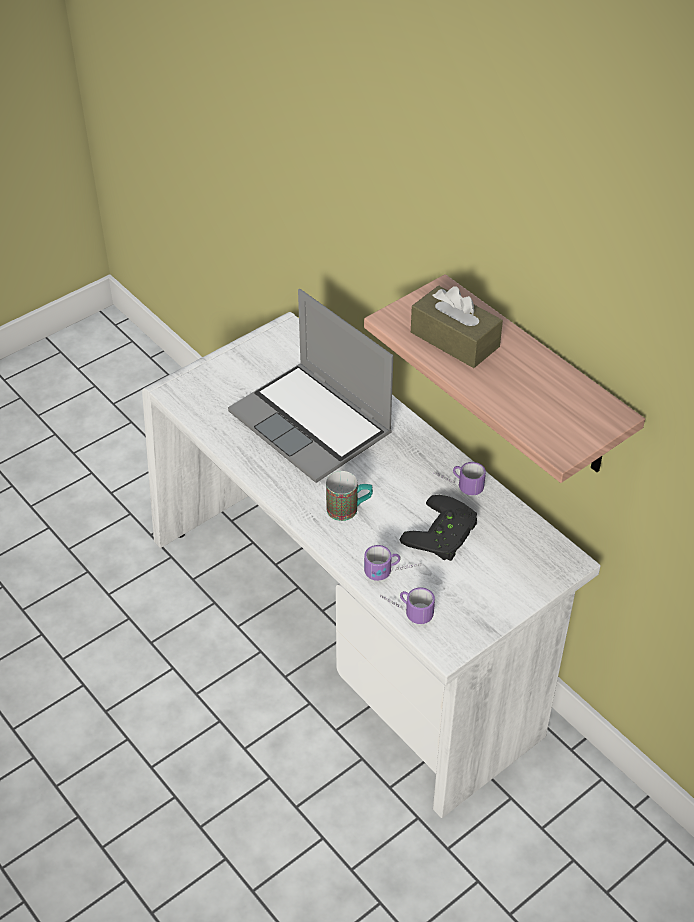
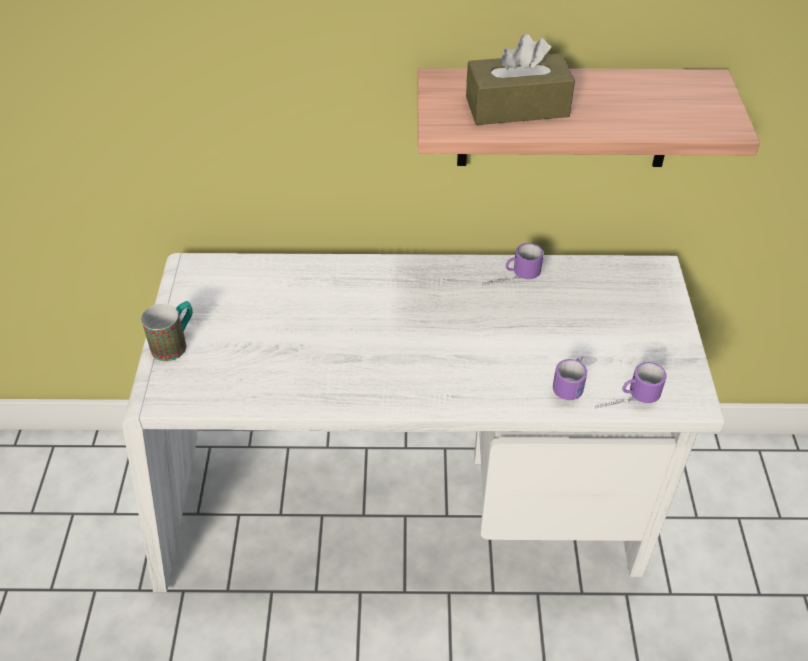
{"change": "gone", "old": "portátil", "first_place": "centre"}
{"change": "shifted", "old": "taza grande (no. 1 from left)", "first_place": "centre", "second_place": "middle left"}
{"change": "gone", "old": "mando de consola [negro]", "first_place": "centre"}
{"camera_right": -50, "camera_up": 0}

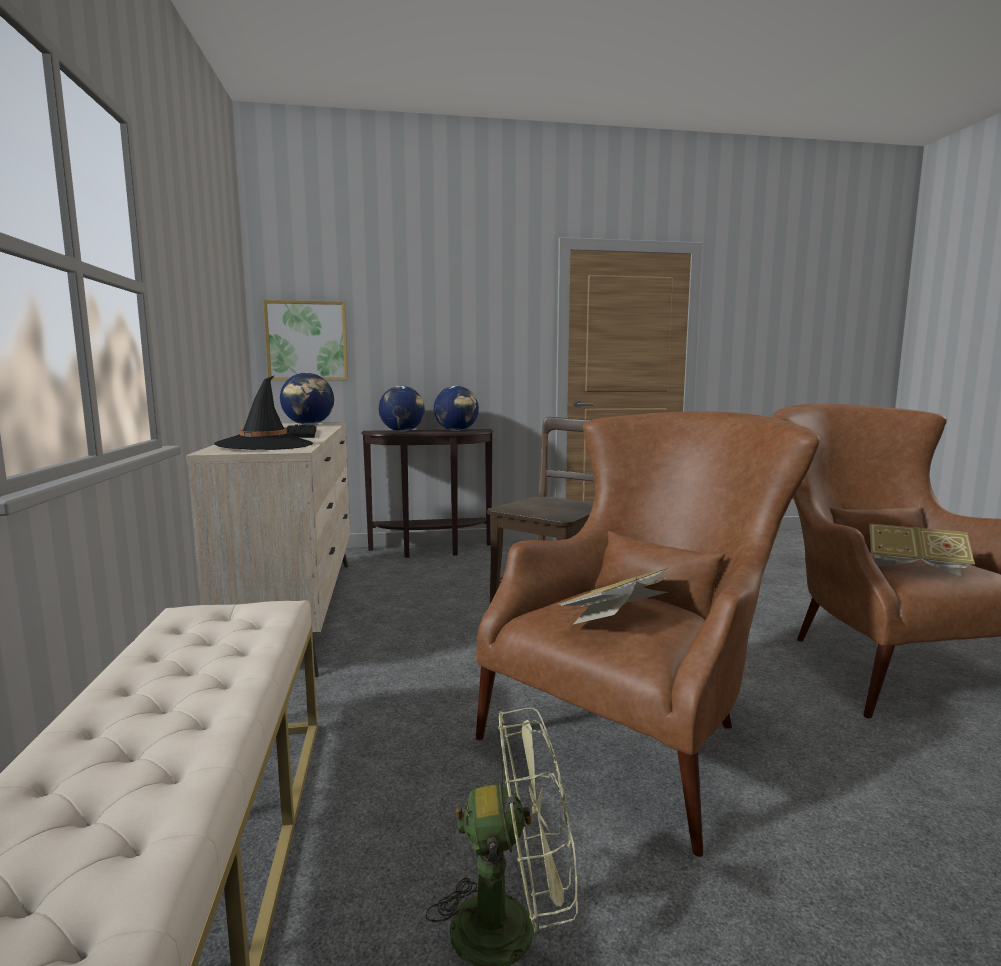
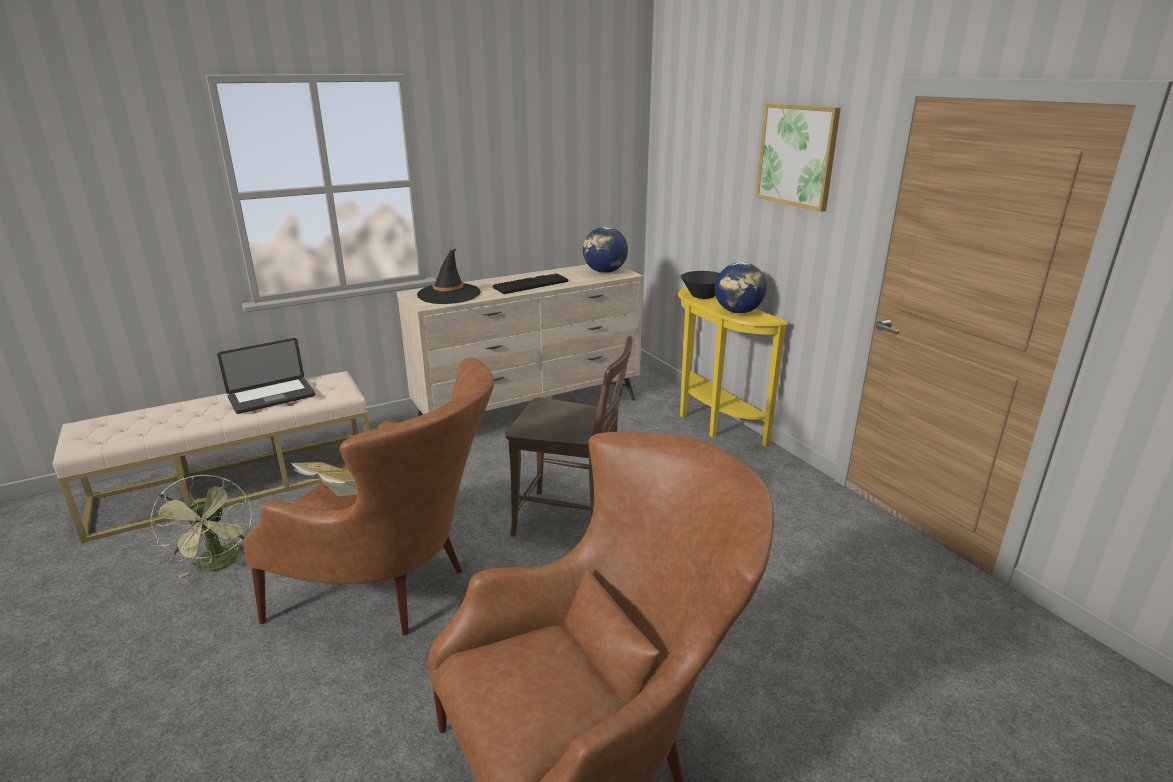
{"change": "shifted", "old": "cuadro", "first_place": "middle left", "second_place": "top right"}
{"change": "swapped", "old": "globo terráqueo (no. 2 from left)", "new": "cuenco [negro]", "first_place": "centre", "second_place": "centre"}
{"change": "repainted", "old": "mesa consola [marrón]", "new": "mesa consola [amarillo]", "first_place": "centre", "second_place": "centre"}
{"change": "gone", "old": "libro (no. 2 from left)", "first_place": "middle right"}
{"change": "new", "new": "portátil", "second_place": "middle left"}
{"camera_right": 70, "camera_up": 15}

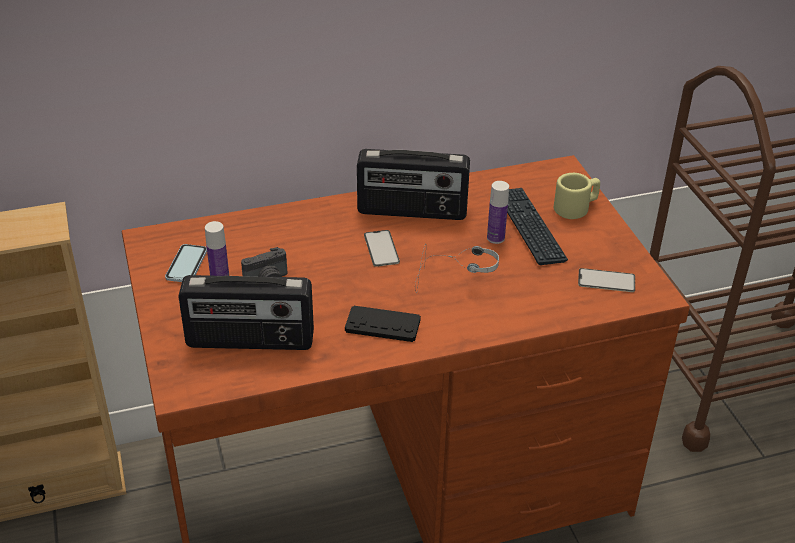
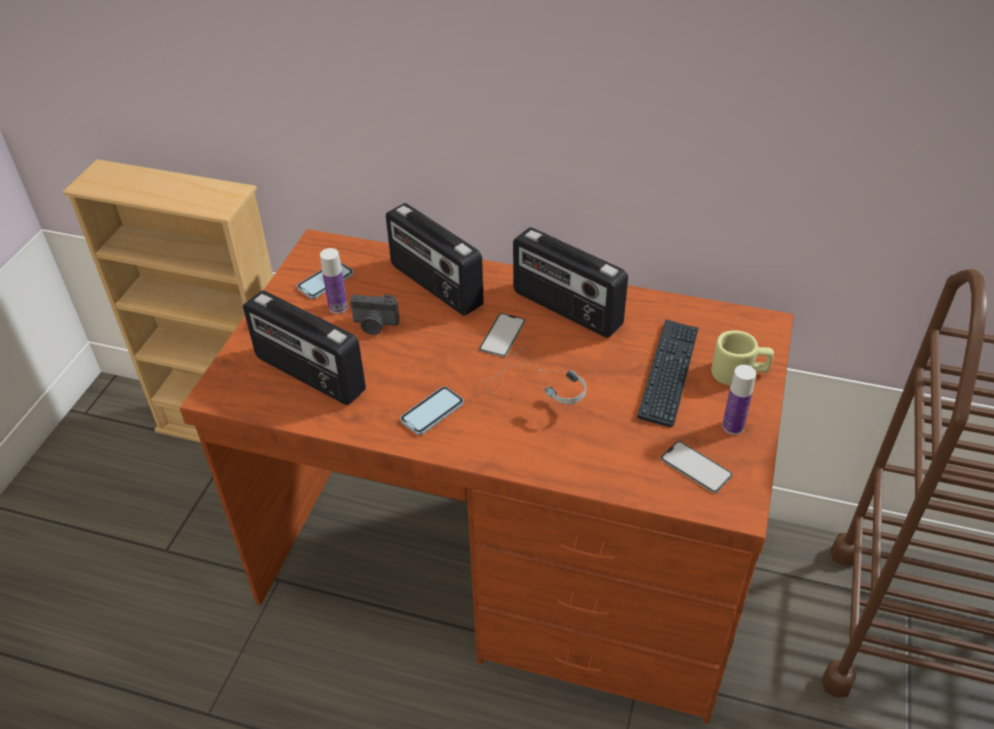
{"change": "shifted", "old": "botella (no. 2 from left)", "first_place": "centre", "second_place": "middle right"}
{"change": "swapped", "old": "mando de consola [negro]", "new": "móvil (no. 2 from left)", "first_place": "centre", "second_place": "centre"}
{"change": "new", "new": "radio (no. 2 from left)", "second_place": "centre"}
{"camera_right": 35, "camera_up": 5}

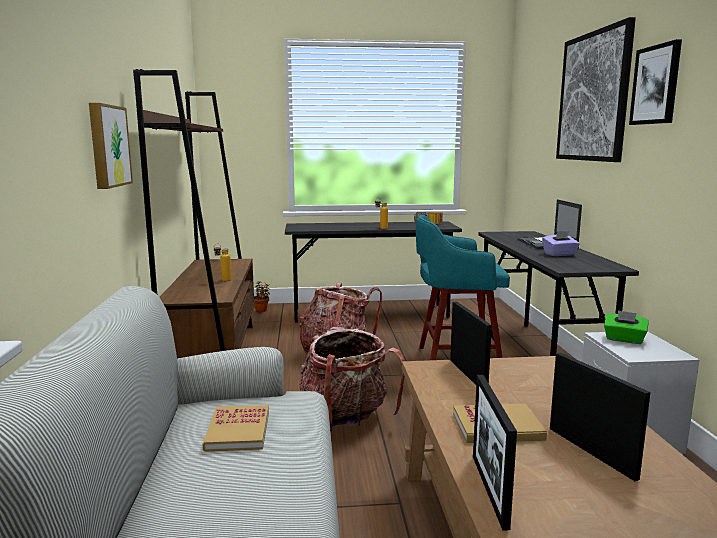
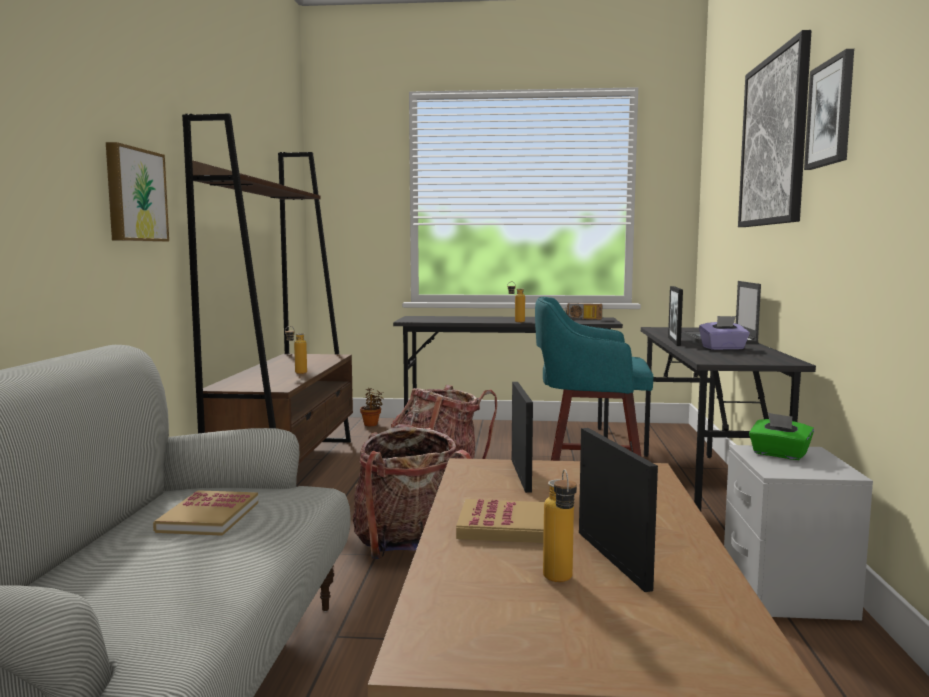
{"change": "shifted", "old": "portarretratos (no. 2 from left in the first image)", "new": "portarretratos (no. 3 from left)", "first_place": "bottom right", "second_place": "middle right"}
{"change": "new", "new": "botella (no. 3 from left)", "second_place": "bottom centre"}
{"camera_right": 10, "camera_up": -5}

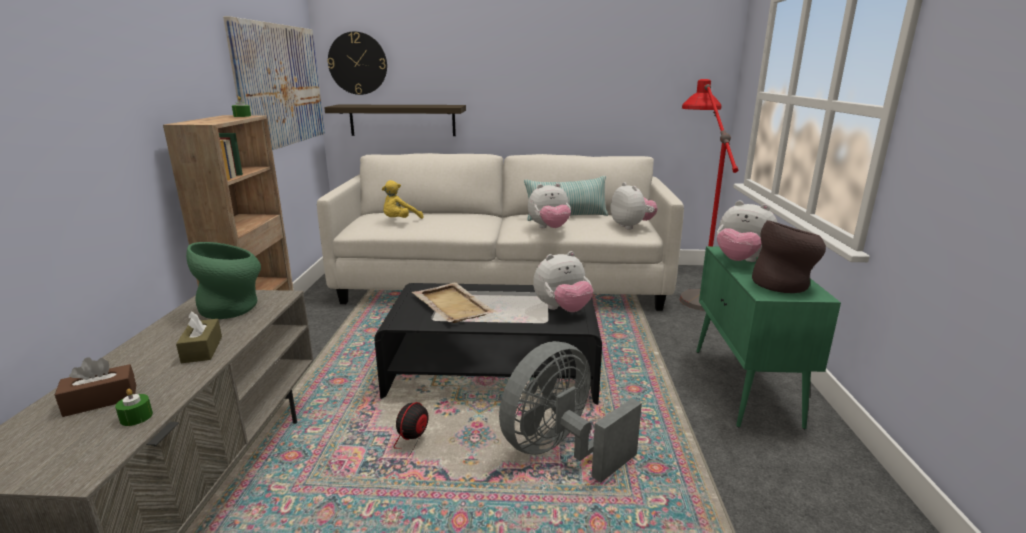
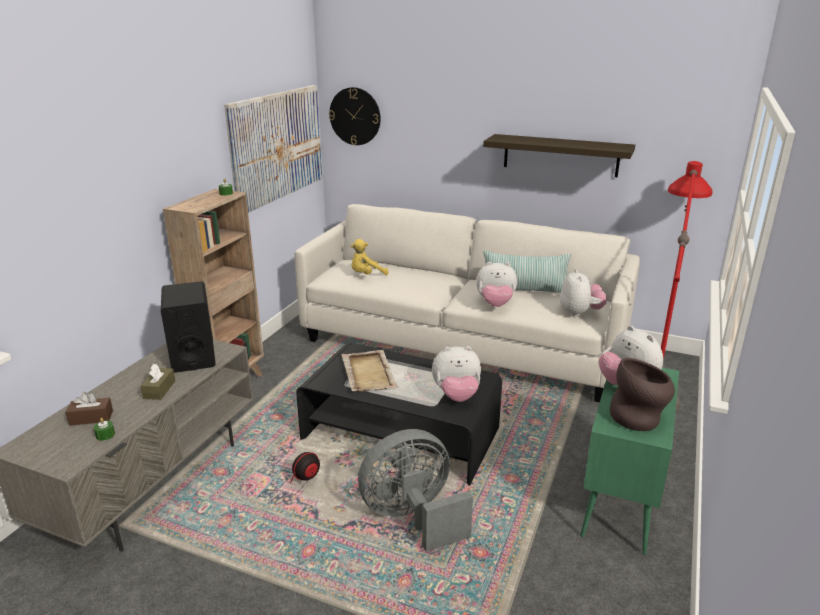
{"change": "shifted", "old": "estante", "first_place": "top centre", "second_place": "top right"}
{"change": "swapped", "old": "florero [verde]", "new": "altavoz [negro]", "first_place": "middle left", "second_place": "middle left"}
{"camera_right": 20, "camera_up": 5}

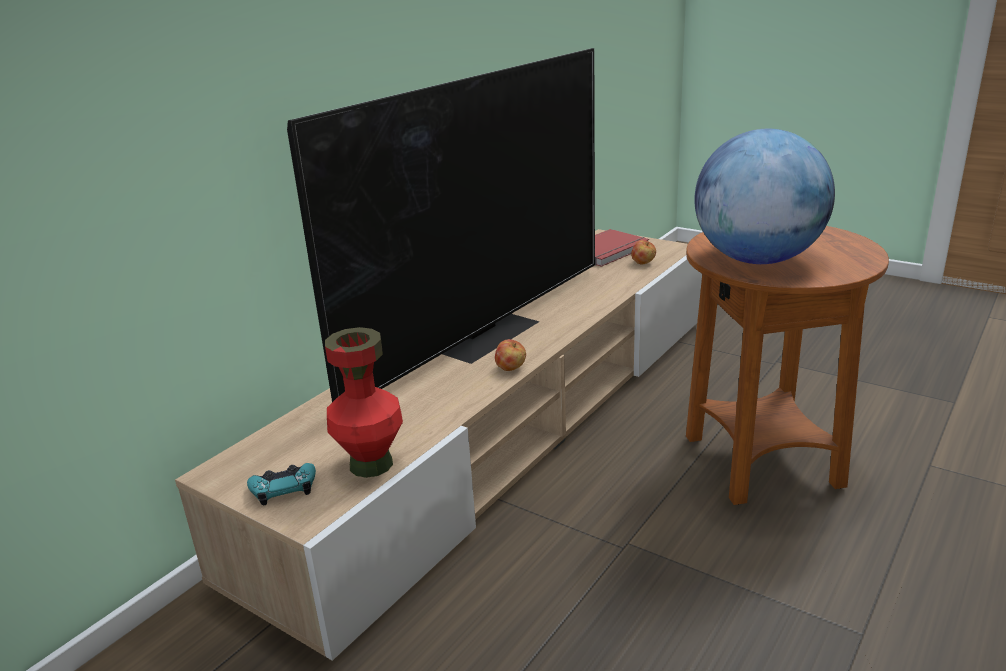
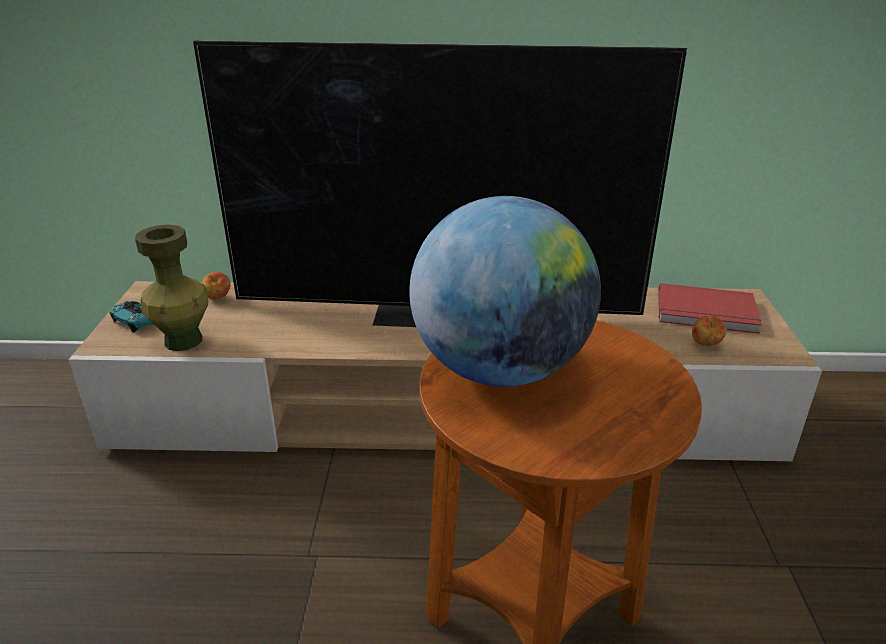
{"change": "repainted", "old": "florero [rojo]", "new": "florero [verde]", "first_place": "centre", "second_place": "middle left"}
{"change": "shifted", "old": "manzana (no. 1 from left)", "first_place": "centre", "second_place": "middle left"}
{"camera_right": 55, "camera_up": 5}

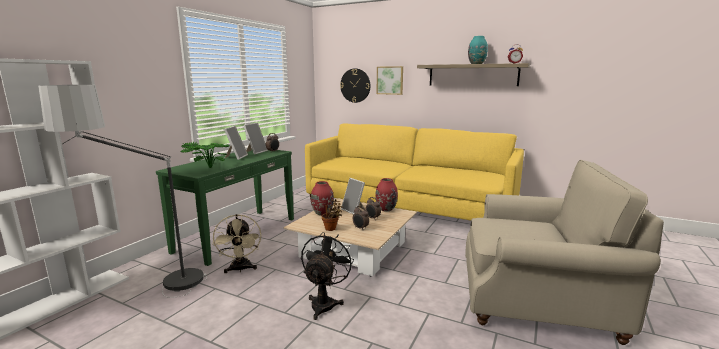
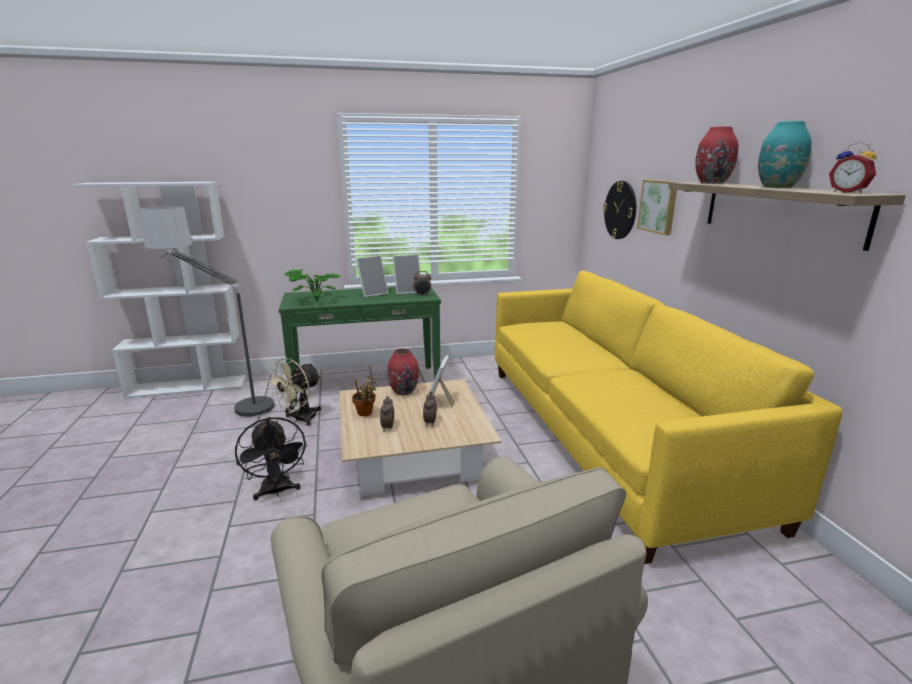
{"change": "shifted", "old": "florero [rojo] (no. 2 from left)", "first_place": "centre", "second_place": "top right"}
{"change": "rotated", "old": "ventilador [negro]", "first_place": "bottom centre", "second_place": "bottom left", "degrees": 90}
{"camera_right": 50, "camera_up": 5}

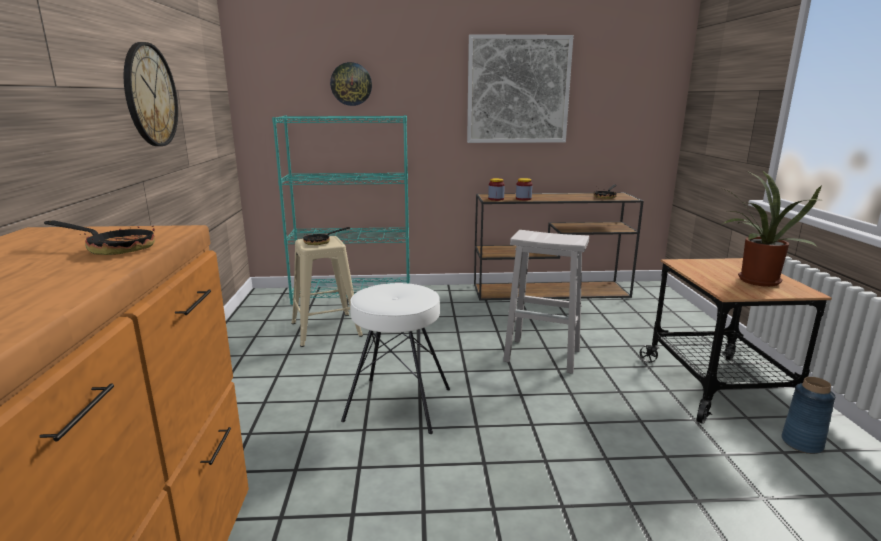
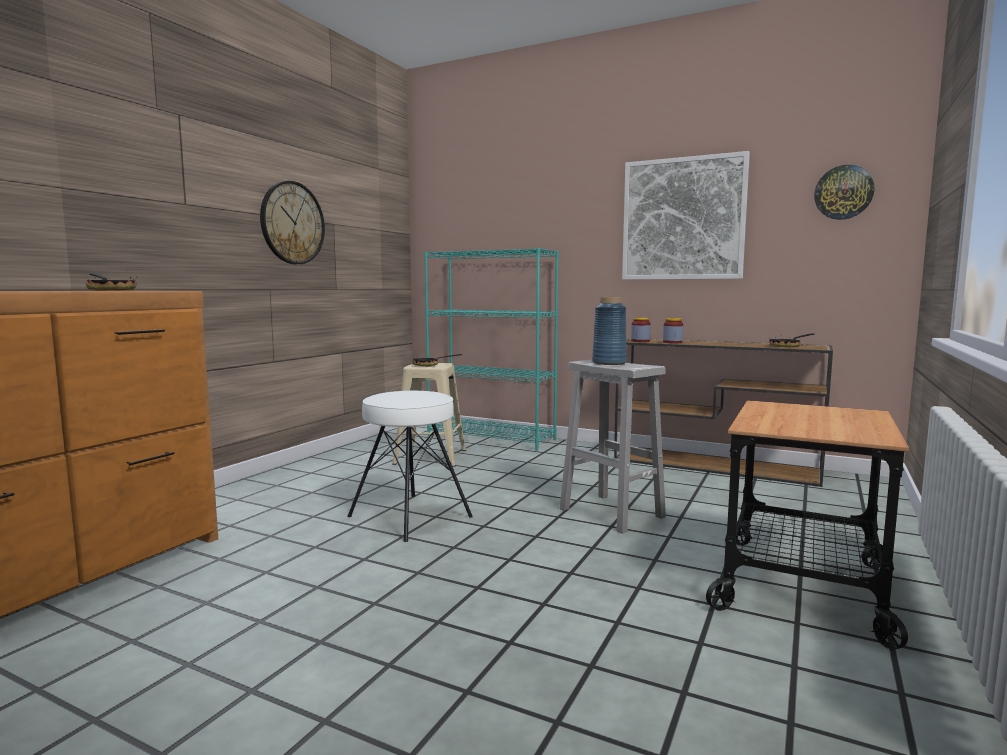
{"change": "shifted", "old": "reloj de pared (no. 2 from left)", "first_place": "top centre", "second_place": "top right"}
{"change": "gone", "old": "planta en maceta", "first_place": "middle right"}
{"change": "shifted", "old": "florero [azul]", "first_place": "bottom right", "second_place": "centre"}
{"camera_right": 30, "camera_up": -10}

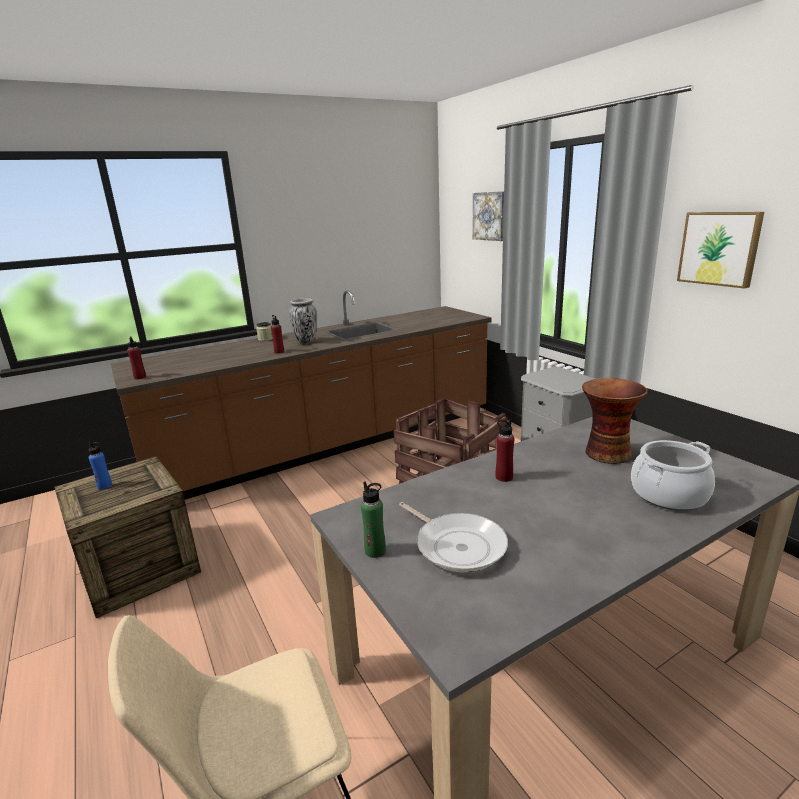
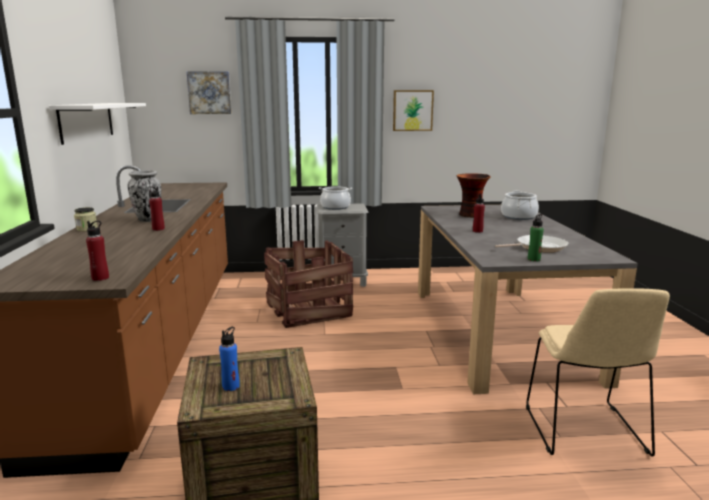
{"change": "new", "new": "estante [blanco]", "second_place": "top left"}
{"change": "new", "new": "olla (no. 1 from left)", "second_place": "centre"}
{"camera_right": -65, "camera_up": -5}

